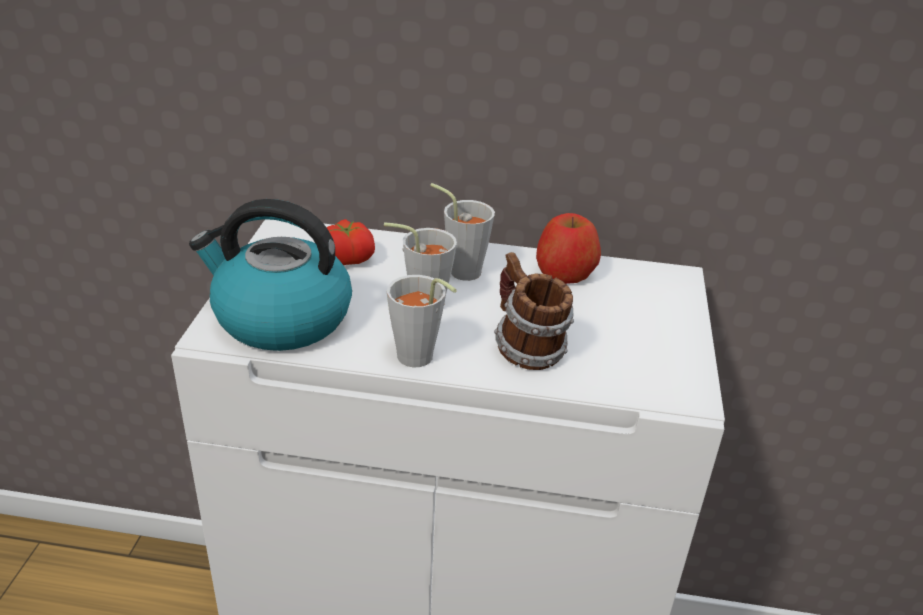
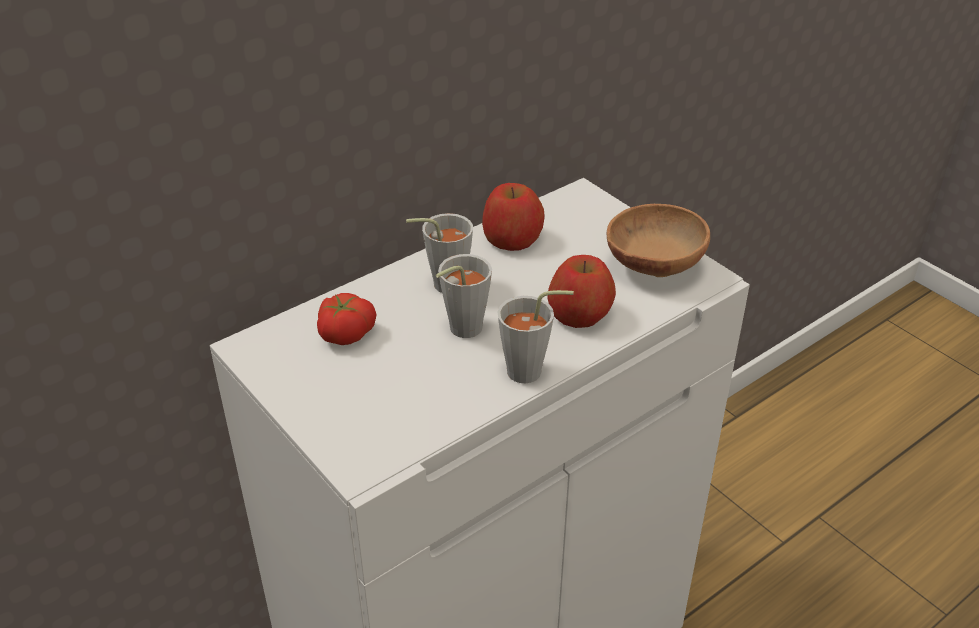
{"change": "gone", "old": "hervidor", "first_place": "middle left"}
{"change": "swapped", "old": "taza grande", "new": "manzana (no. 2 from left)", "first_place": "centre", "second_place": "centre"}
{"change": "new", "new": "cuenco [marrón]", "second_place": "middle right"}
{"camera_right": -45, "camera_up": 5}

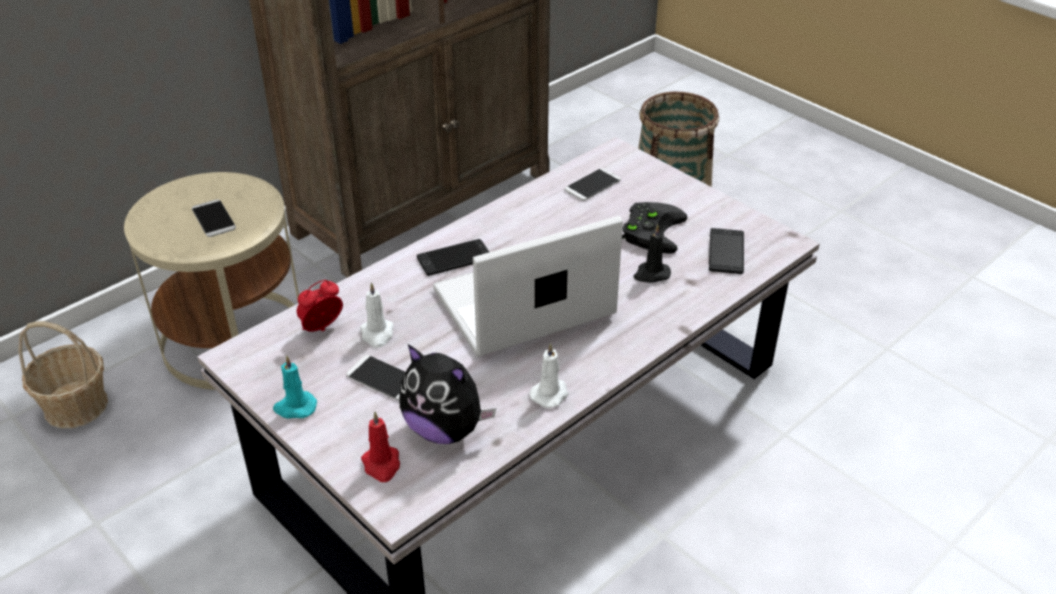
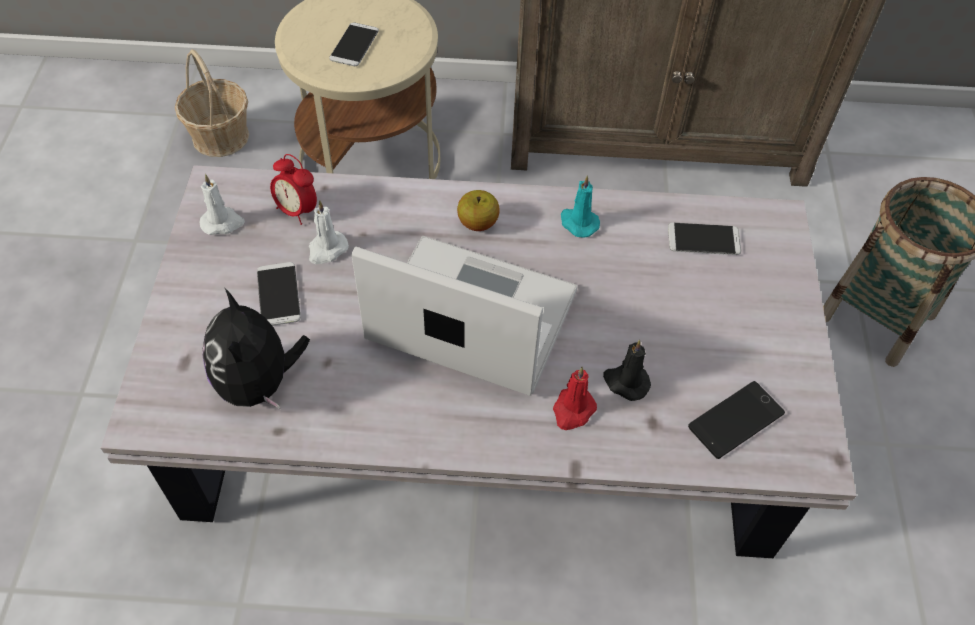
{"change": "gone", "old": "mando de consola [negro]", "first_place": "centre"}
{"change": "swapped", "old": "móvil (no. 3 from left)", "new": "manzana", "first_place": "centre", "second_place": "centre"}
{"change": "rotated", "old": "despertador", "first_place": "middle left", "second_place": "top left", "degrees": -150}
{"change": "shifted", "old": "vela [blanco] (no. 2 from left in the first image)", "new": "vela [blanco] (no. 1 from left)", "first_place": "centre", "second_place": "top left"}
{"change": "shifted", "old": "vela [turquesa]", "first_place": "middle left", "second_place": "top centre"}
{"change": "shifted", "old": "vela [rojo]", "first_place": "bottom centre", "second_place": "centre"}
{"camera_right": 45, "camera_up": 15}

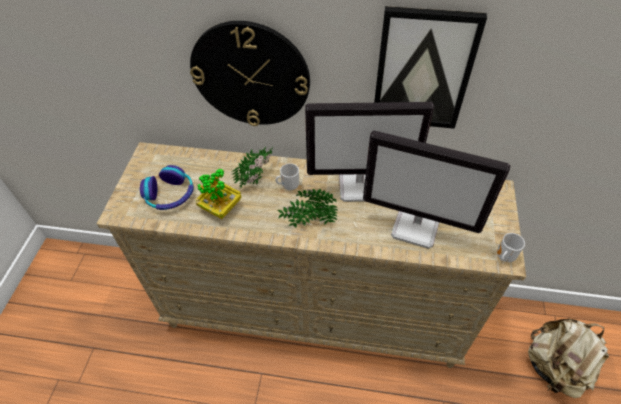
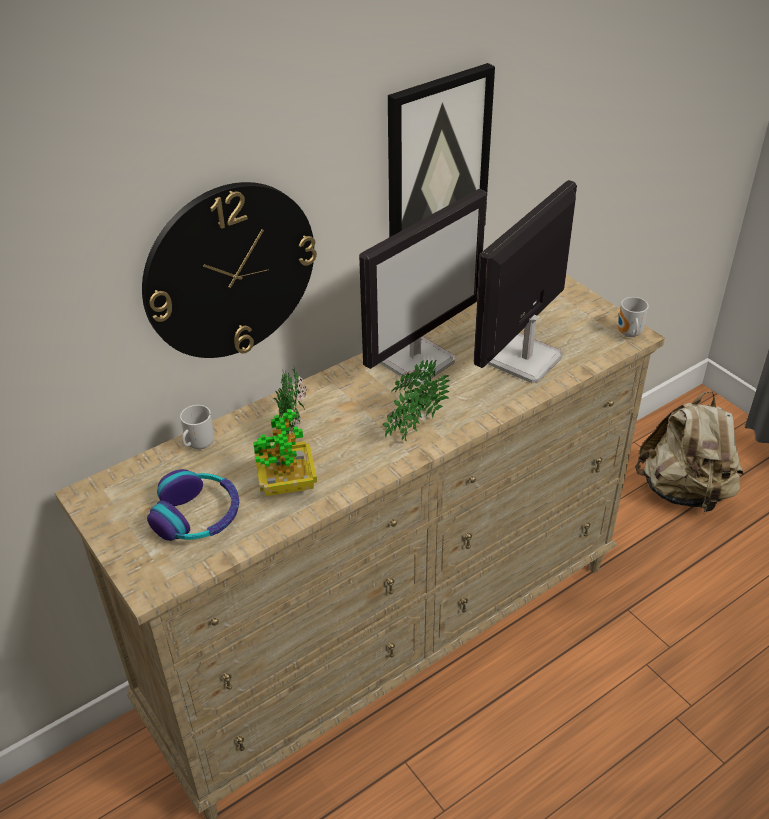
{"change": "rotated", "old": "monitor (no. 2 from left)", "first_place": "middle right", "second_place": "middle right", "degrees": 150}
{"change": "shifted", "old": "taza grande (no. 1 from left)", "first_place": "centre", "second_place": "middle left"}
{"camera_right": -45, "camera_up": -10}

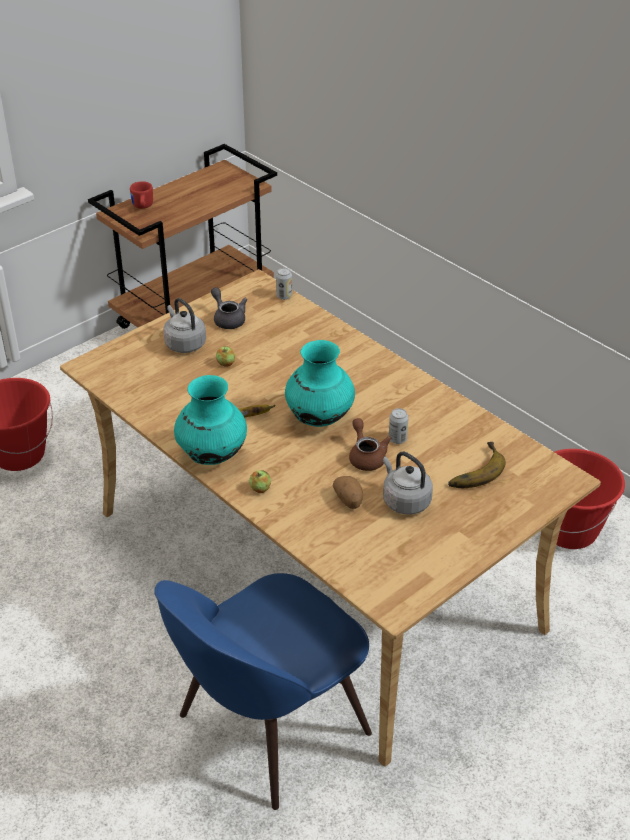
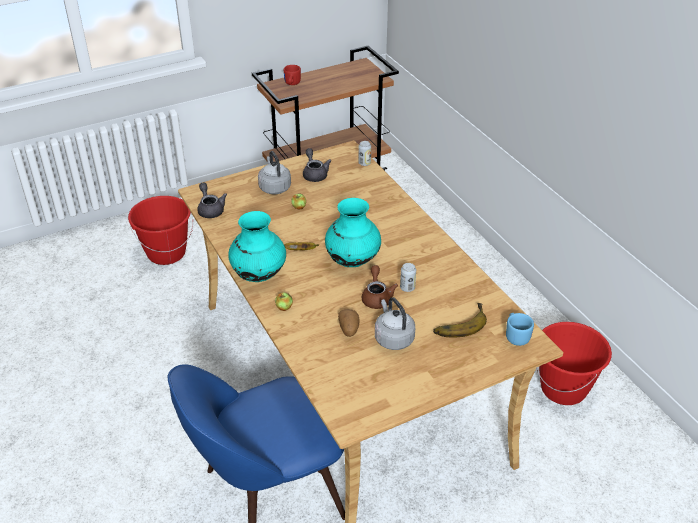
{"change": "new", "new": "tetera [gris] (no. 1 from left)", "second_place": "middle left"}
{"change": "new", "new": "taza grande [azul]", "second_place": "middle right"}
{"camera_right": 15, "camera_up": 0}

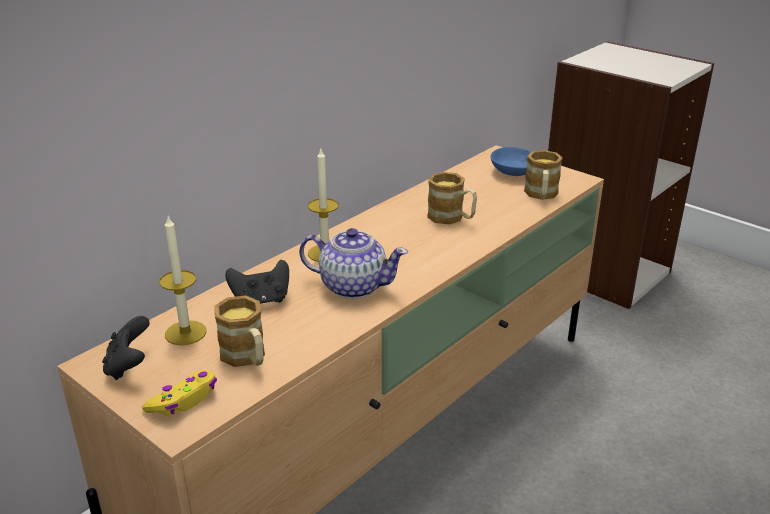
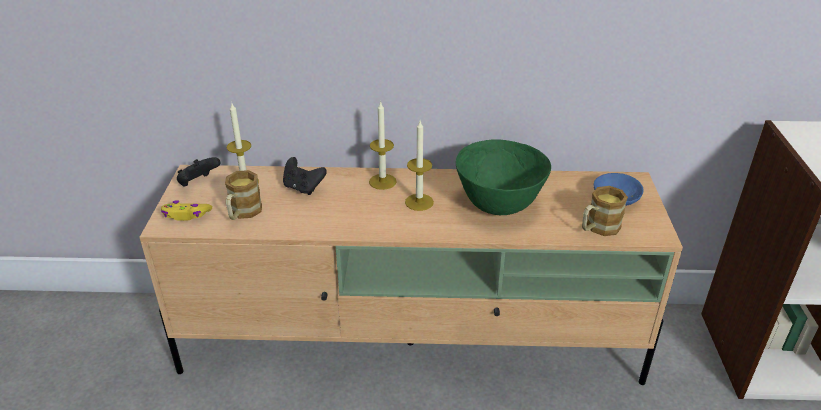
{"change": "swapped", "old": "taza grande (no. 2 from left)", "new": "cuenco [verde]", "first_place": "centre", "second_place": "centre"}
{"change": "gone", "old": "tetera", "first_place": "centre"}
{"change": "new", "new": "vela (no. 3 from left)", "second_place": "centre"}
{"camera_right": 50, "camera_up": 5}

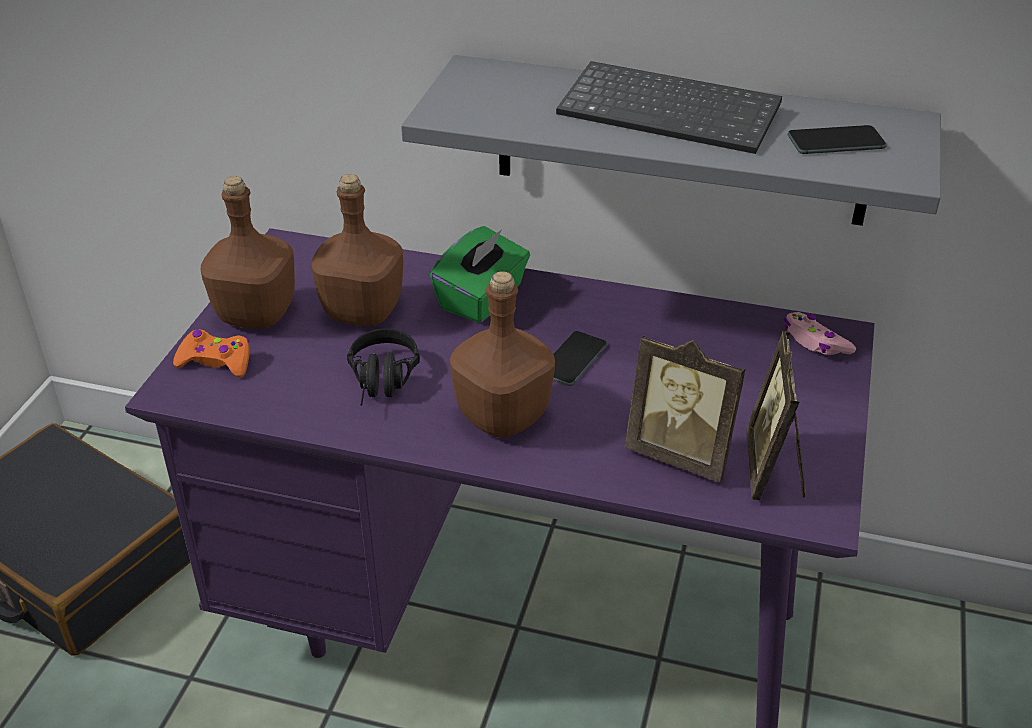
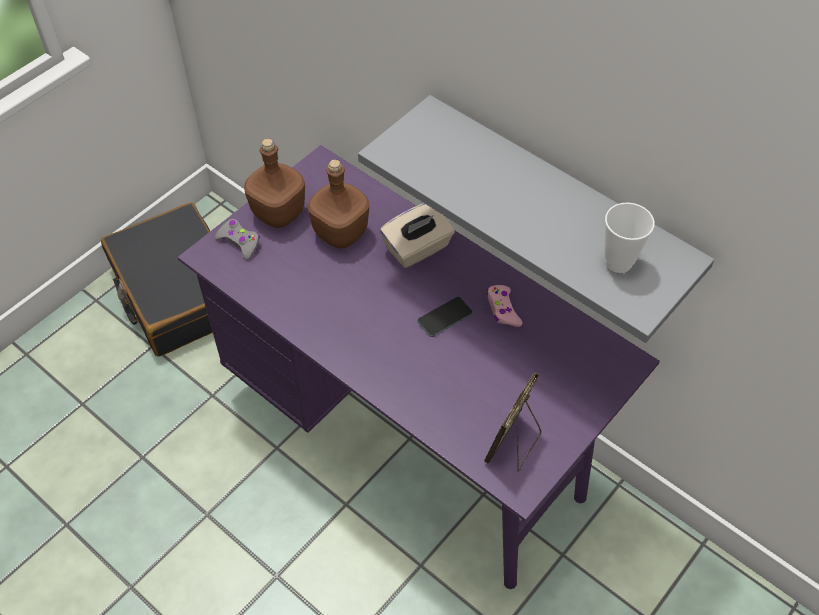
{"change": "gone", "old": "teclado", "first_place": "top centre"}
{"change": "swapped", "old": "móvil (no. 2 from left)", "new": "taza", "first_place": "top right", "second_place": "middle right"}
{"change": "repainted", "old": "caja de pañuelos [verde]", "new": "caja de pañuelos [beis]", "first_place": "centre", "second_place": "centre"}
{"change": "gone", "old": "botella [marrón] (no. 3 from left)", "first_place": "centre"}
{"change": "shifted", "old": "mando de consola [rosa]", "first_place": "middle right", "second_place": "centre"}
{"change": "gone", "old": "auriculares [negro]", "first_place": "centre"}
{"change": "repainted", "old": "mando de consola [naranja]", "new": "mando de consola [gris]", "first_place": "middle left", "second_place": "middle left"}
{"change": "gone", "old": "portarretratos (no. 1 from left)", "first_place": "centre"}
{"camera_right": 25, "camera_up": 15}

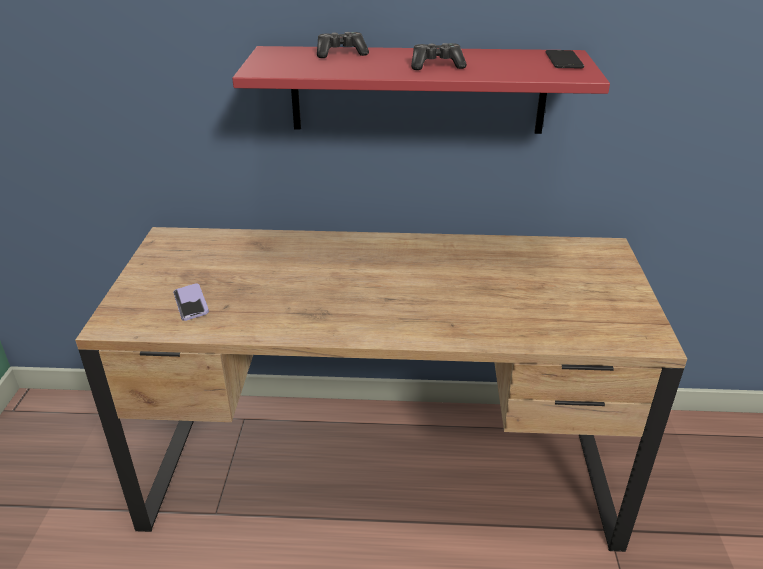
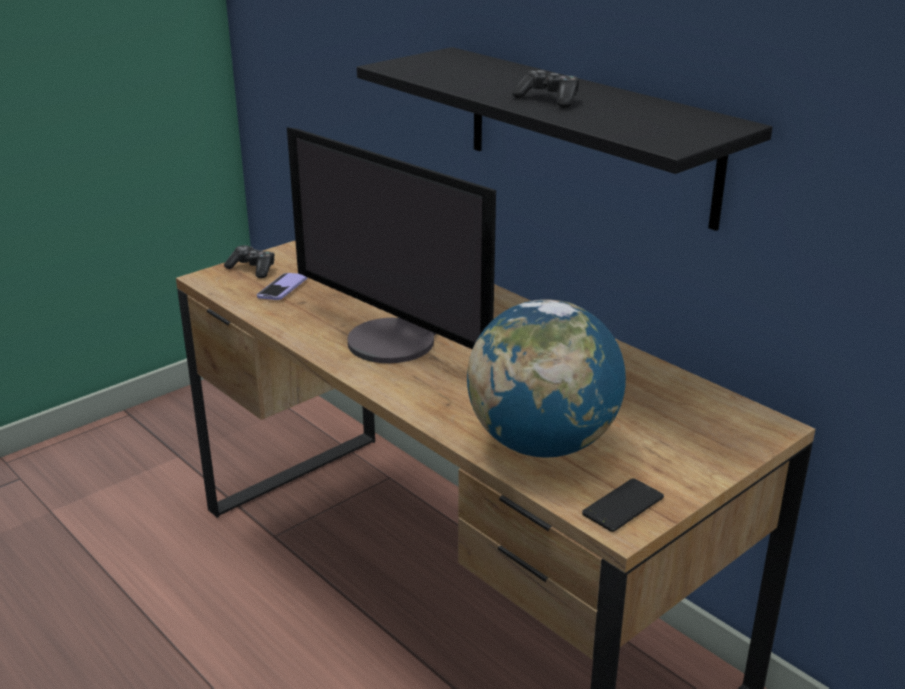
{"change": "shifted", "old": "mando de consola (no. 1 from left)", "first_place": "top centre", "second_place": "middle left"}
{"change": "repainted", "old": "estante [rojo]", "new": "estante [negro]", "first_place": "top centre", "second_place": "top centre"}
{"change": "shifted", "old": "móvil (no. 2 from left)", "first_place": "top right", "second_place": "bottom right"}
{"change": "new", "new": "monitor", "second_place": "centre"}
{"change": "new", "new": "globo terráqueo", "second_place": "centre"}
{"camera_right": 45, "camera_up": -5}

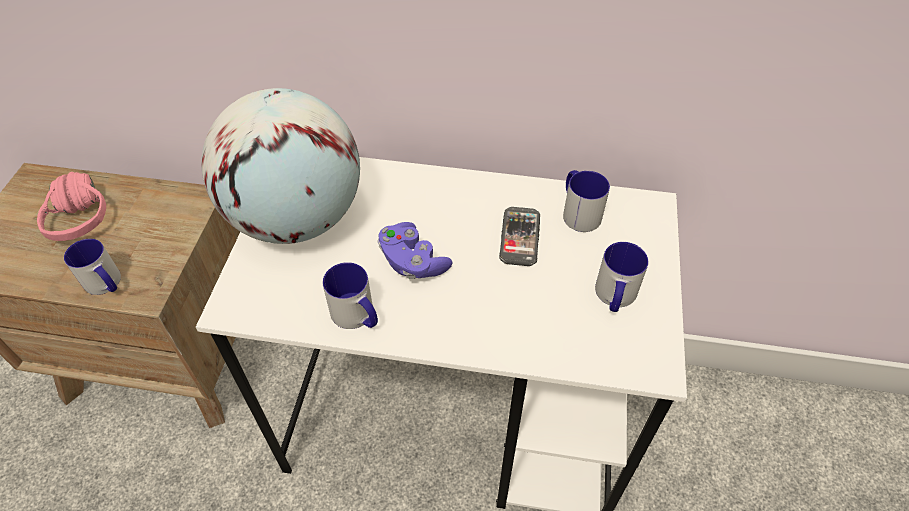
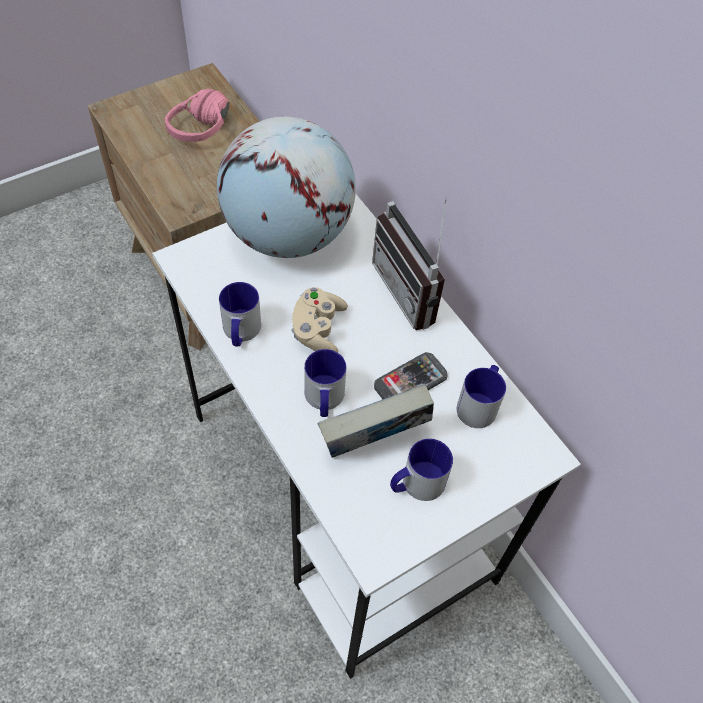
{"change": "repainted", "old": "mando de consola [morado]", "new": "mando de consola [beis]", "first_place": "centre", "second_place": "centre"}
{"change": "shifted", "old": "taza grande (no. 1 from left in the first image)", "new": "taza grande (no. 2 from left)", "first_place": "middle left", "second_place": "centre"}
{"change": "new", "new": "radio", "second_place": "centre"}
{"change": "new", "new": "libro", "second_place": "centre"}
{"camera_right": 45, "camera_up": 5}

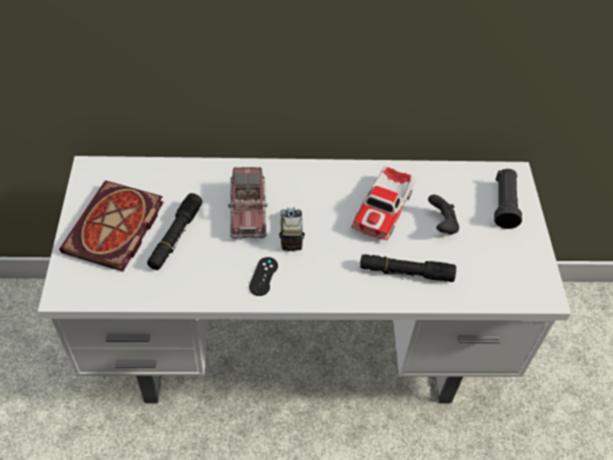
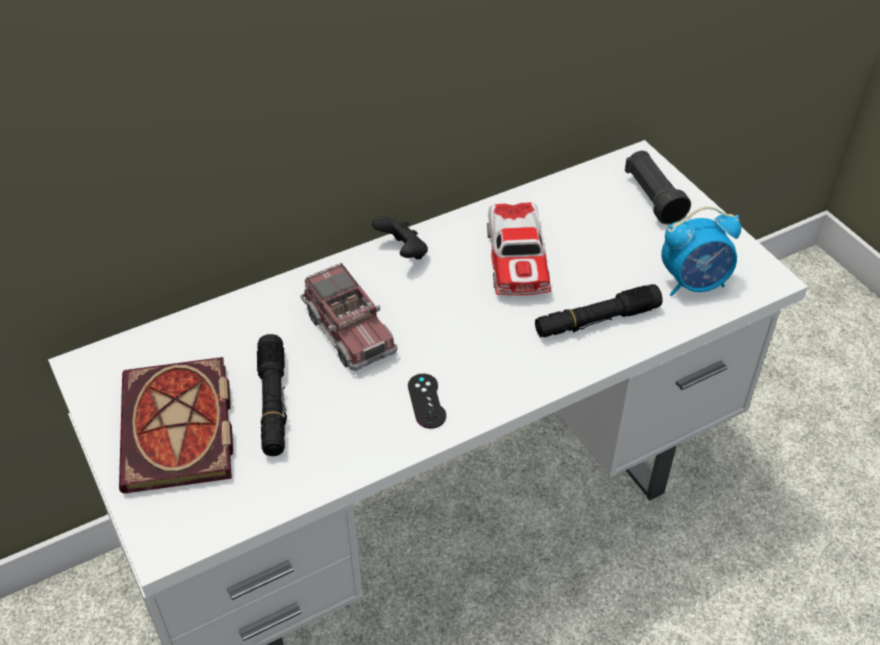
{"change": "shifted", "old": "mando de consola [negro] (no. 2 from left in the first image)", "new": "mando de consola [negro] (no. 1 from left)", "first_place": "middle right", "second_place": "centre"}
{"change": "gone", "old": "camión de juguete (no. 2 from left)", "first_place": "centre"}
{"change": "new", "new": "despertador", "second_place": "middle right"}
{"camera_right": -25, "camera_up": -5}

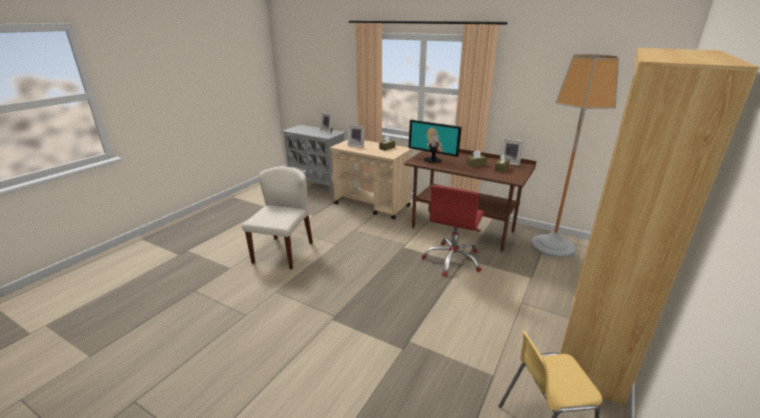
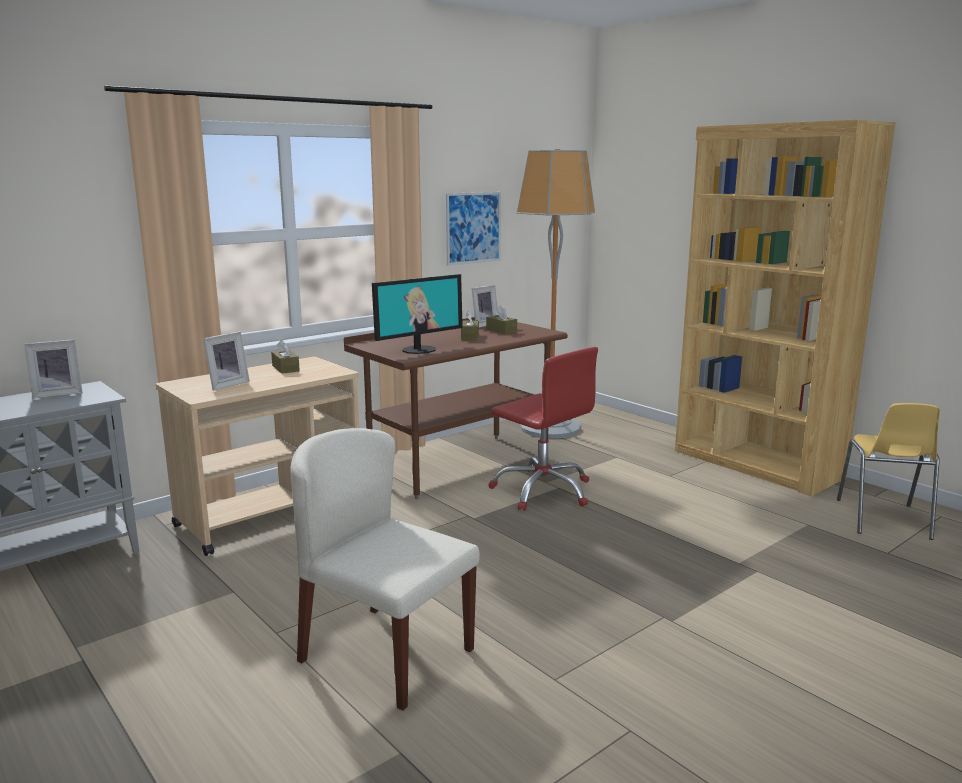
{"change": "new", "new": "cuadro", "second_place": "top centre"}
{"camera_right": -70, "camera_up": -10}

